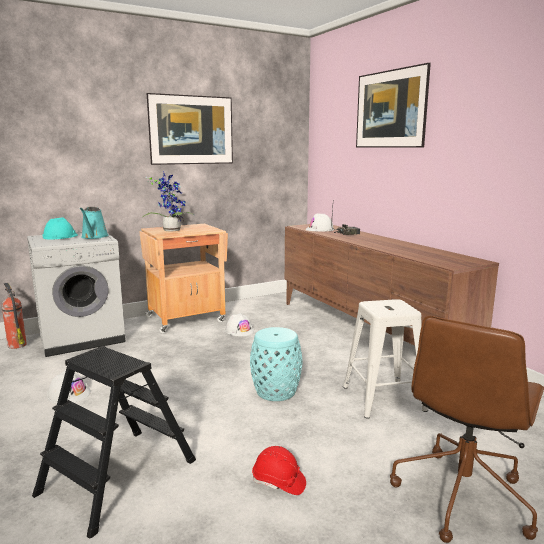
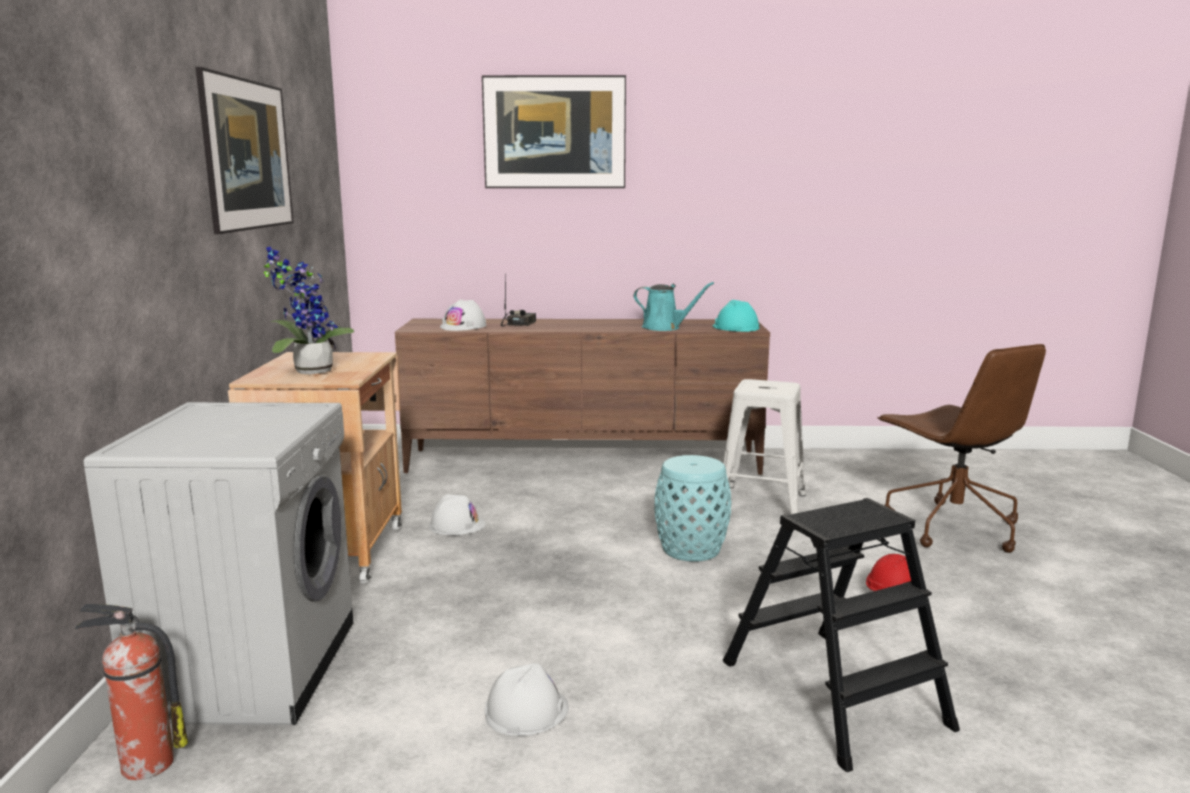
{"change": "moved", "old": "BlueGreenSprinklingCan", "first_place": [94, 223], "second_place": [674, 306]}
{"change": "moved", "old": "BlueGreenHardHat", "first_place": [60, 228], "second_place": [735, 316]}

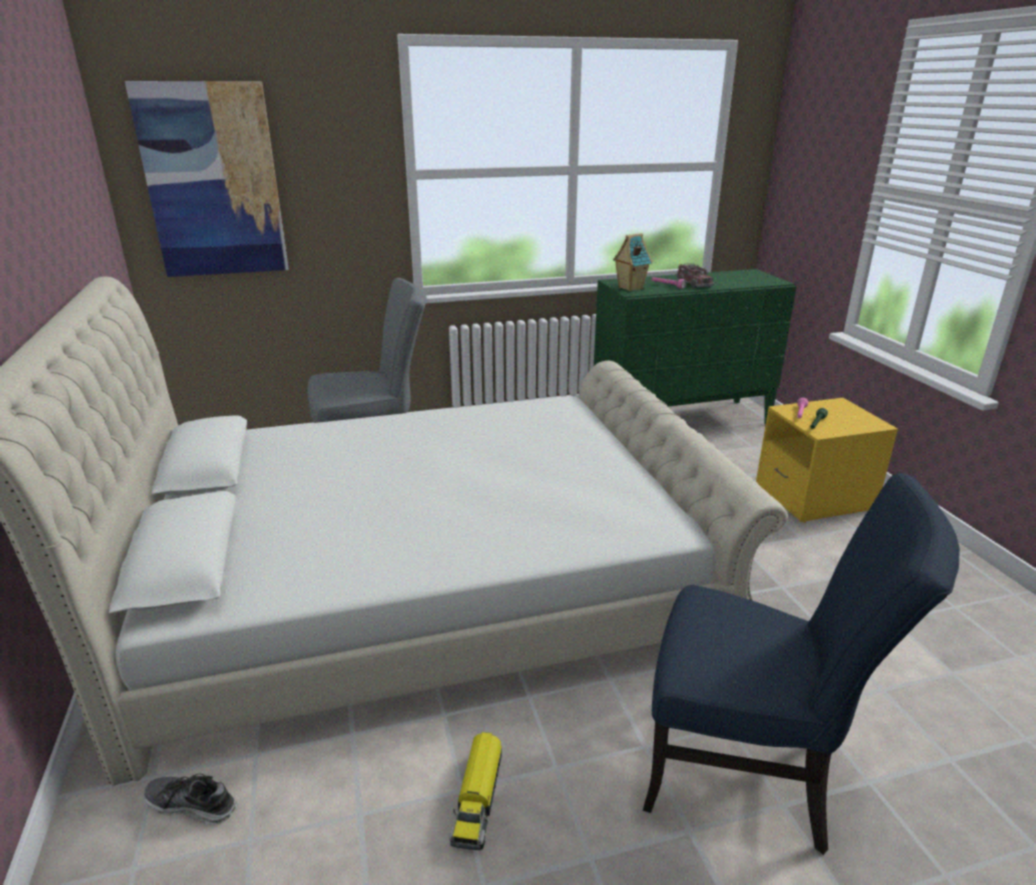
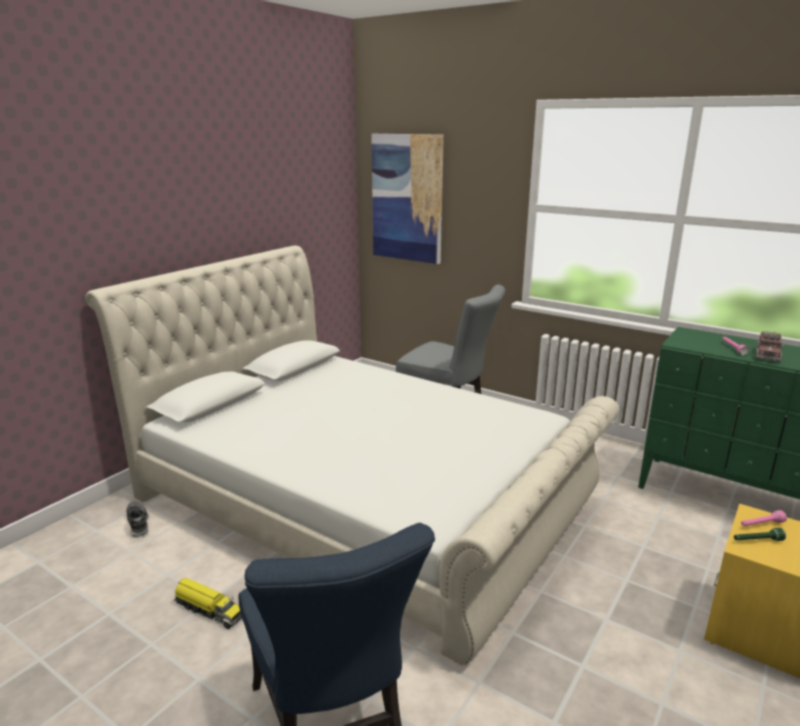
{"change": "turned", "old": "ToyTruck", "first_place": [475, 791], "second_place": [208, 603], "degrees": -120}
{"change": "removed", "old": "ToyHouse", "first_place": [633, 262]}

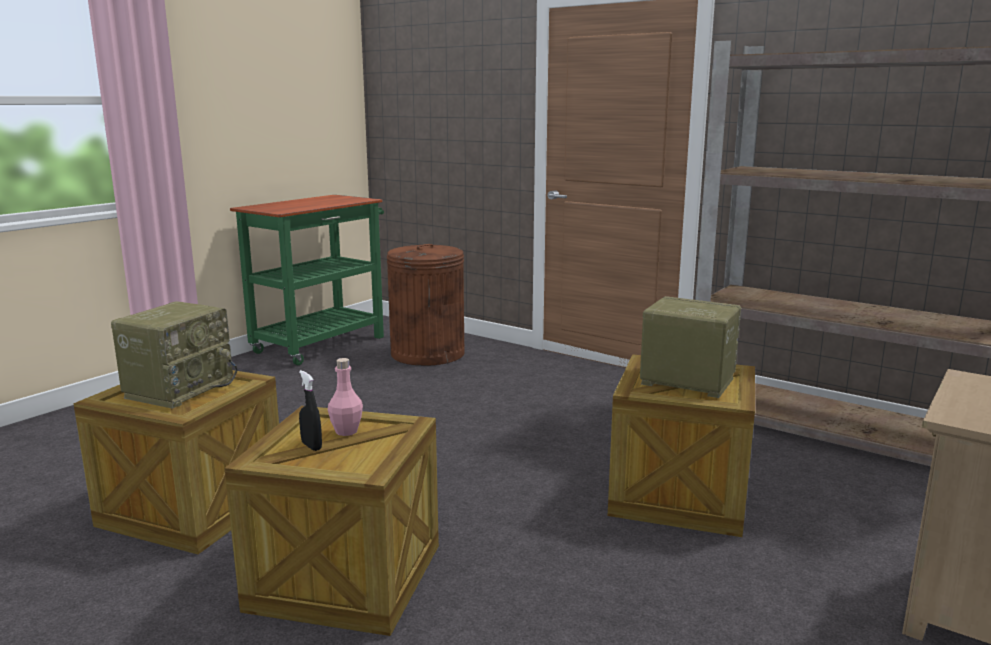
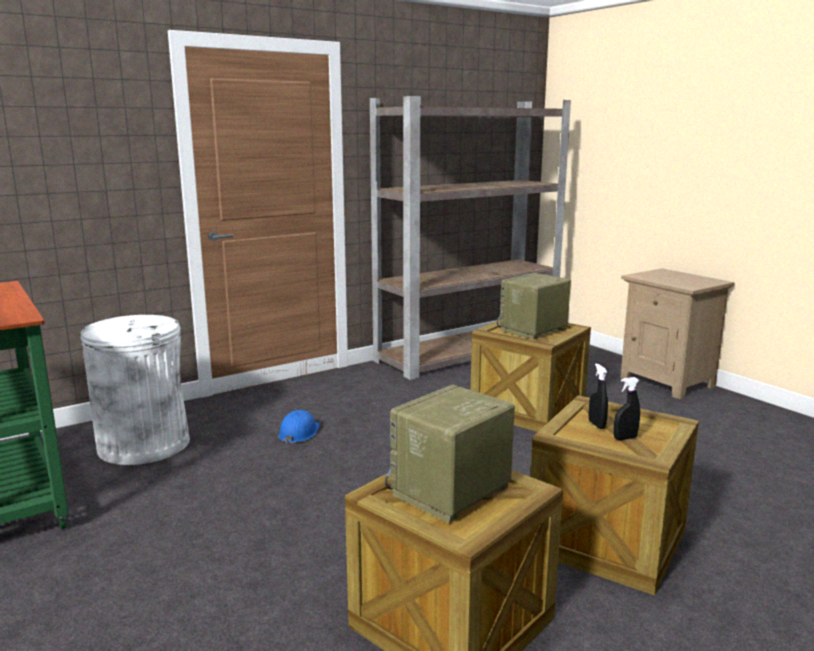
{"change": "recoloured", "old": "BrownishRubbishBin", "new": "WhitishRubbishBin", "first_place": [426, 305], "second_place": [135, 390]}
{"change": "added", "new": "BlueHardHat", "second_place": [299, 427]}
{"change": "turned", "old": "RadioReceiver", "first_place": [174, 355], "second_place": [450, 453], "degrees": -90}
{"change": "replaced", "old": "PinkDrinkBottle", "new": "BlackishSprayer", "first_place": [345, 397], "second_place": [598, 396]}

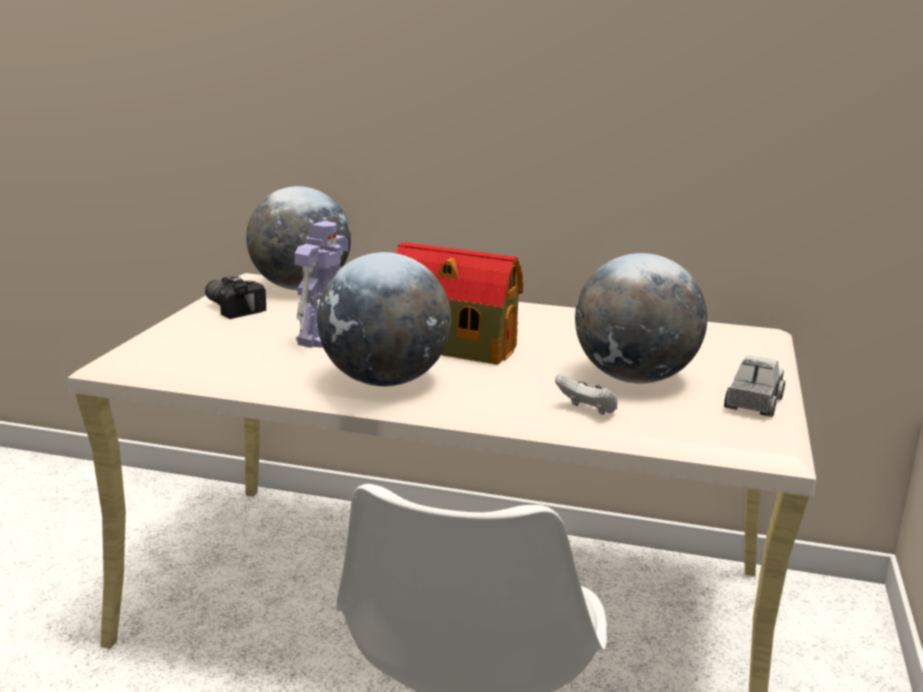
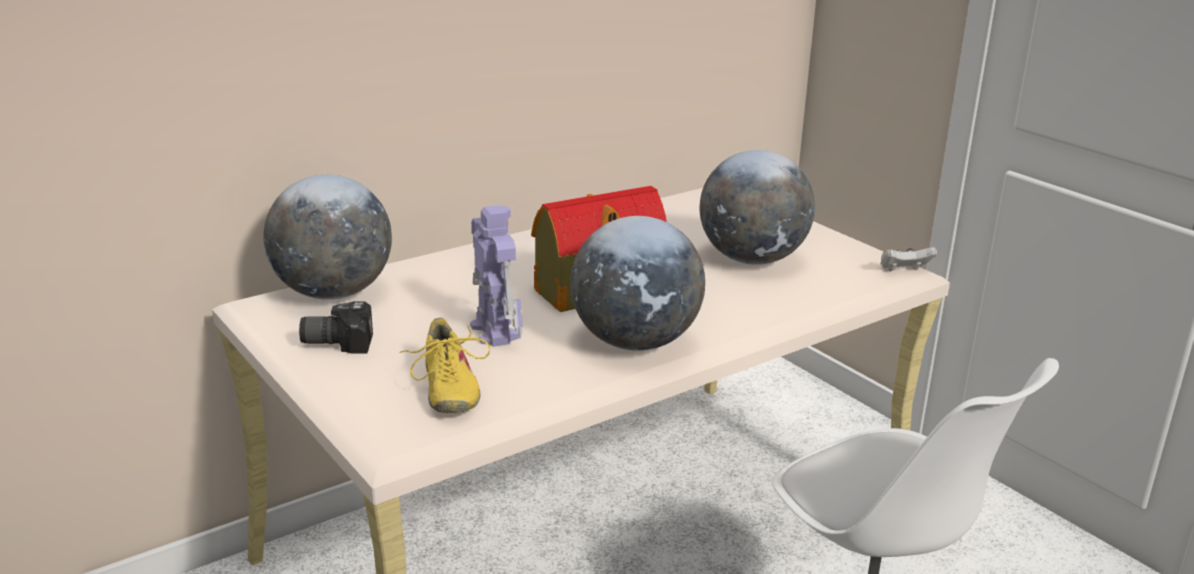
{"change": "added", "new": "YellowColouredItemOfFootwear", "second_place": [444, 365]}
{"change": "moved", "old": "WhitishJoypad", "first_place": [586, 394], "second_place": [908, 259]}
{"change": "removed", "old": "ToyTruck", "first_place": [754, 386]}

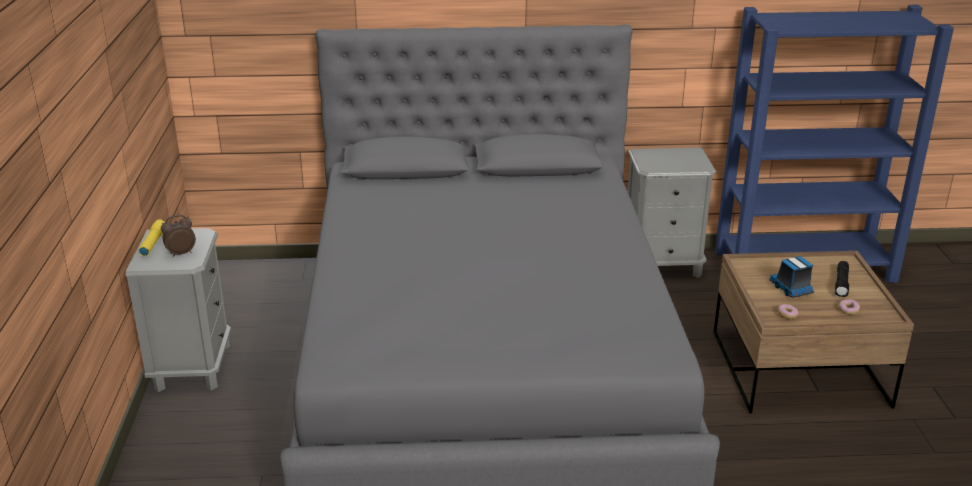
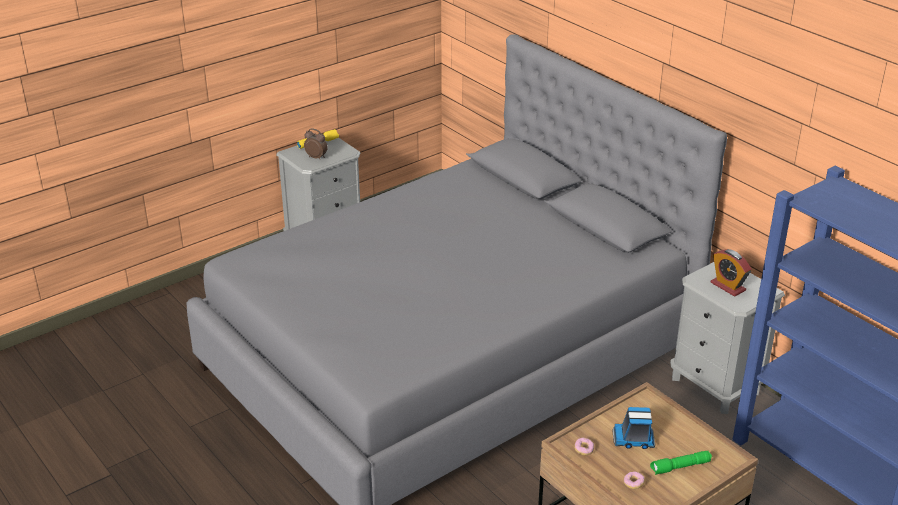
{"change": "turned", "old": "ToyTruck", "first_place": [791, 277], "second_place": [634, 428], "degrees": -120}
{"change": "recoloured", "old": "BlackishTorch", "new": "GreenTorch", "first_place": [842, 279], "second_place": [681, 463]}
{"change": "added", "new": "AlarmClock", "second_place": [731, 273]}

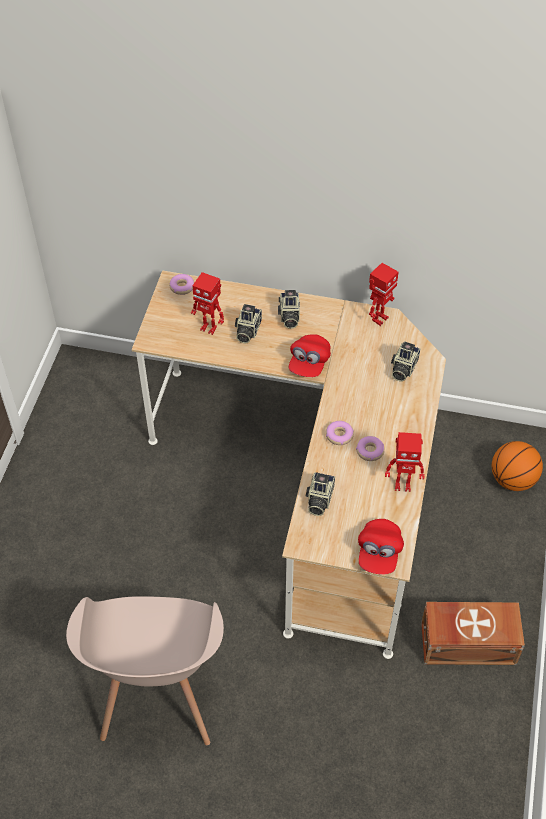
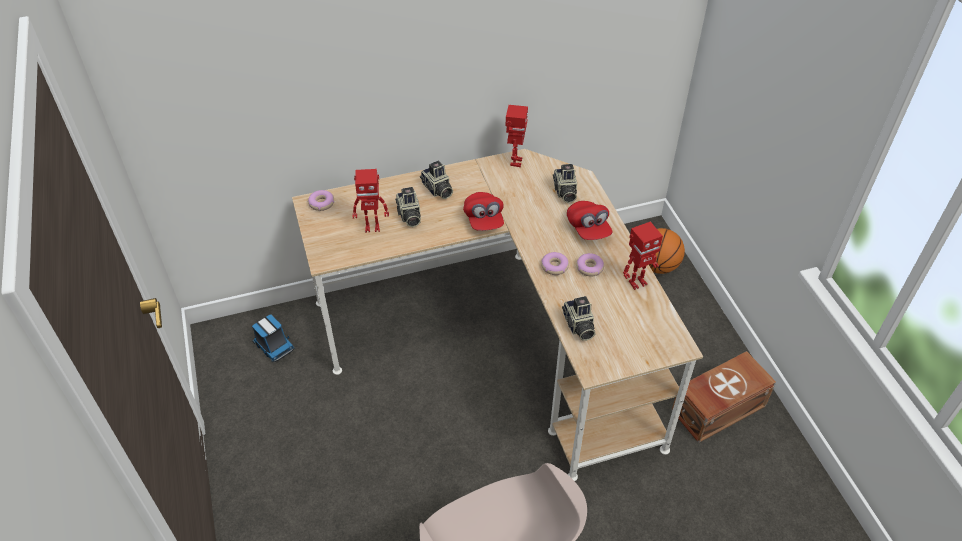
{"change": "added", "new": "ToyTruck", "second_place": [273, 338]}
{"change": "moved", "old": "RedColouredBaseballCap", "first_place": [381, 547], "second_place": [589, 220]}

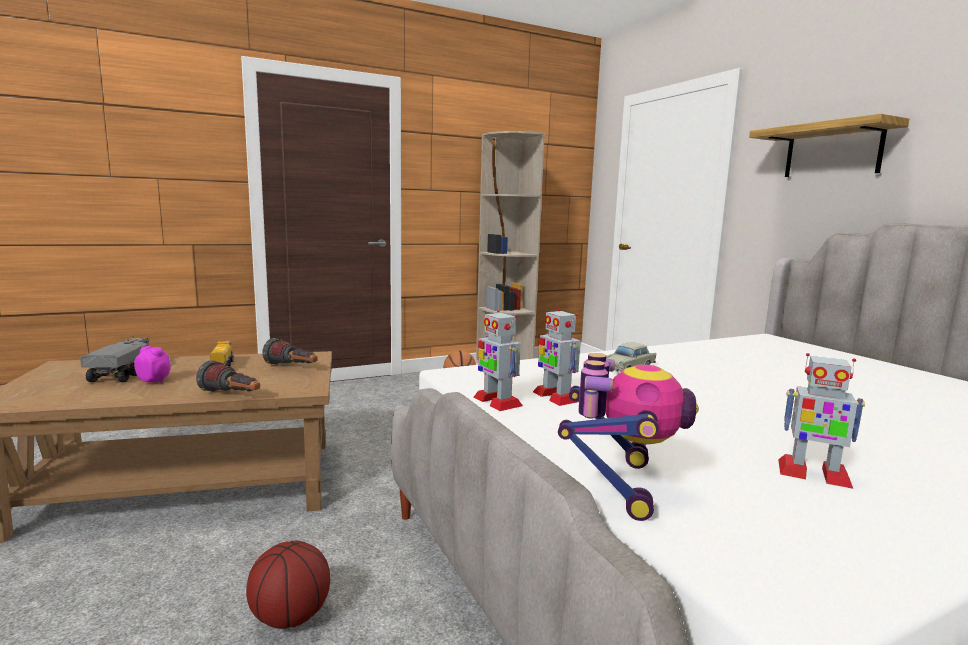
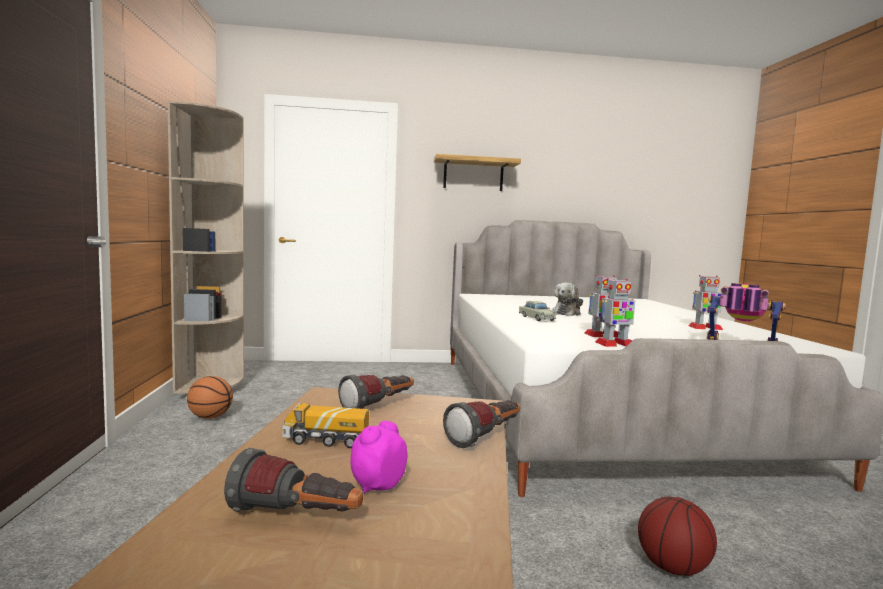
{"change": "replaced", "old": "ToyTruck", "new": "Torch", "first_place": [114, 359], "second_place": [293, 480]}
{"change": "added", "new": "PlushToy", "second_place": [567, 299]}
{"change": "turned", "old": "ToyRobot", "first_place": [821, 421], "second_place": [705, 302], "degrees": 45}

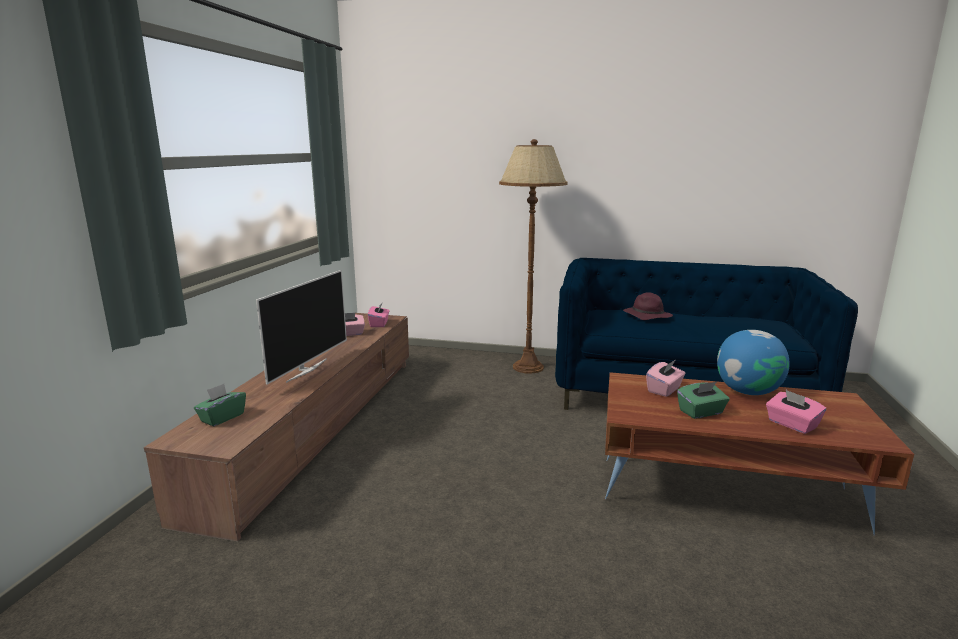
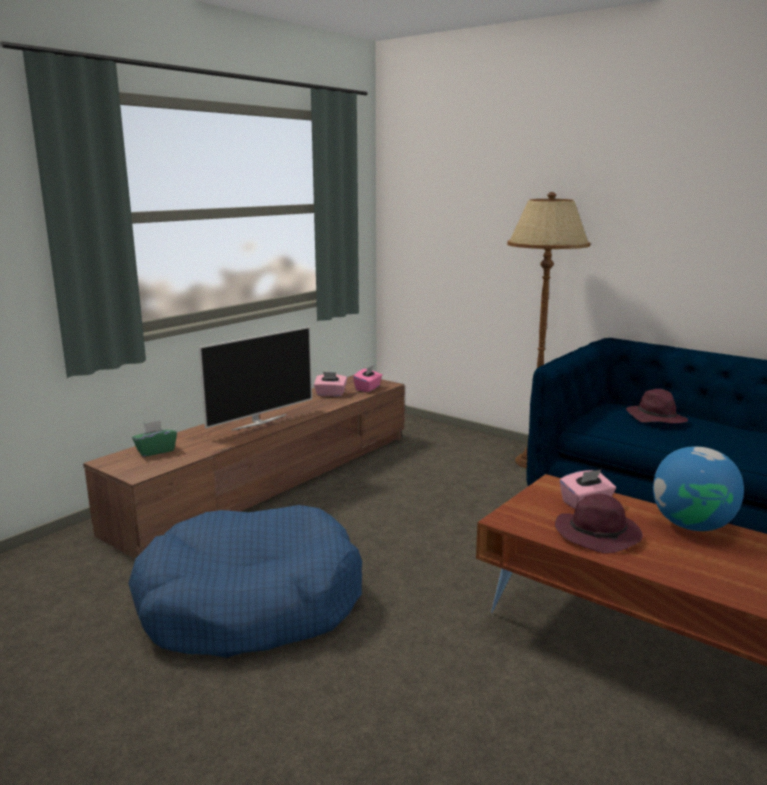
{"change": "added", "new": "BlueDogBed", "second_place": [245, 581]}
{"change": "replaced", "old": "GreenTissueBox", "new": "PurpleWearableHat", "first_place": [703, 400], "second_place": [599, 523]}
{"change": "removed", "old": "PinkTissueBox", "first_place": [796, 412]}

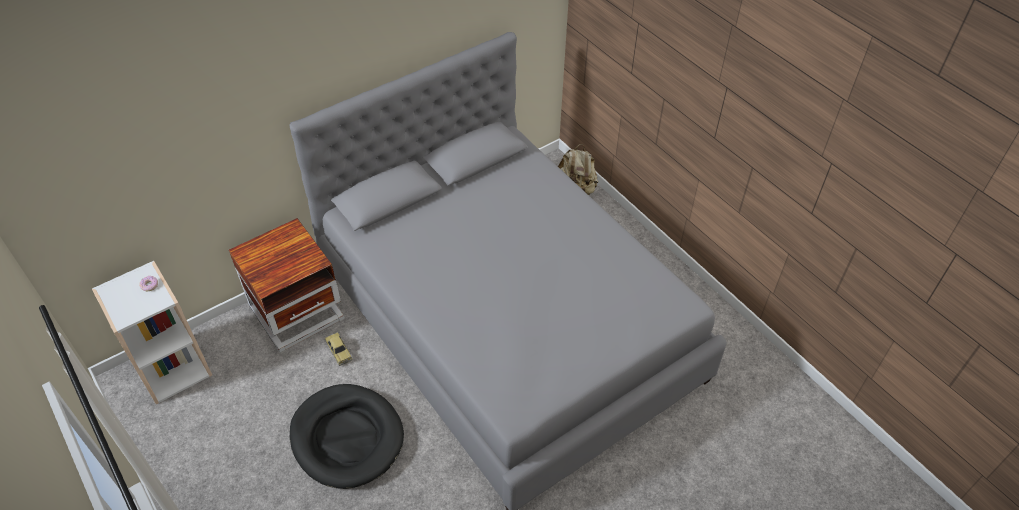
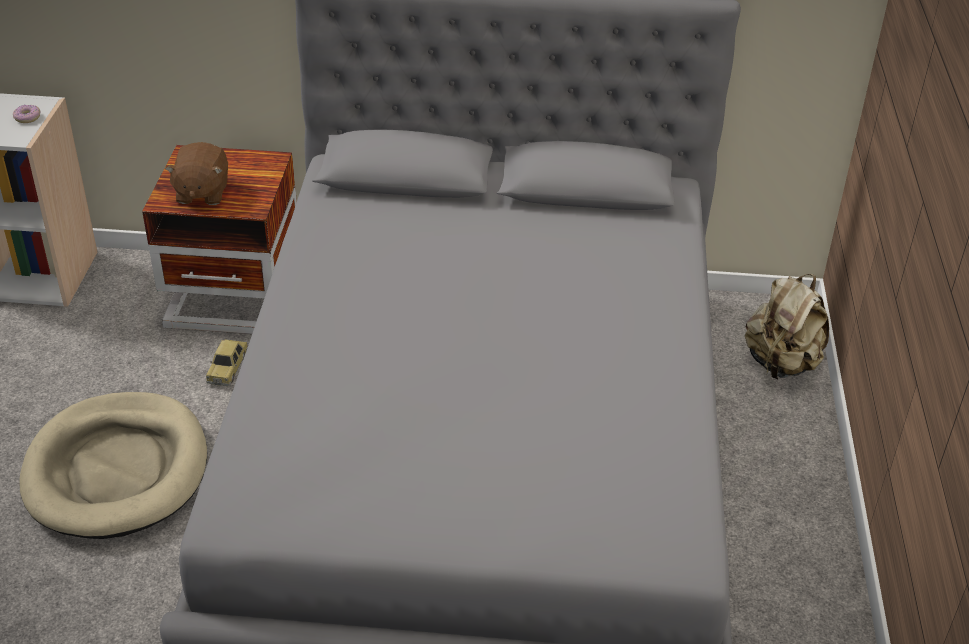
{"change": "recoloured", "old": "BlackishDogBed", "new": "BeigeDogBed", "first_place": [347, 436], "second_place": [113, 465]}
{"change": "added", "new": "BrownishPlushToy", "second_place": [196, 173]}

